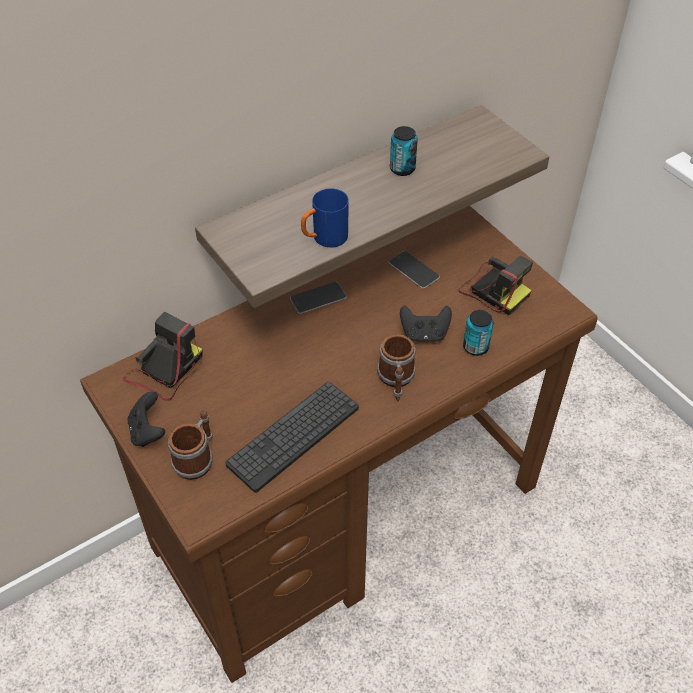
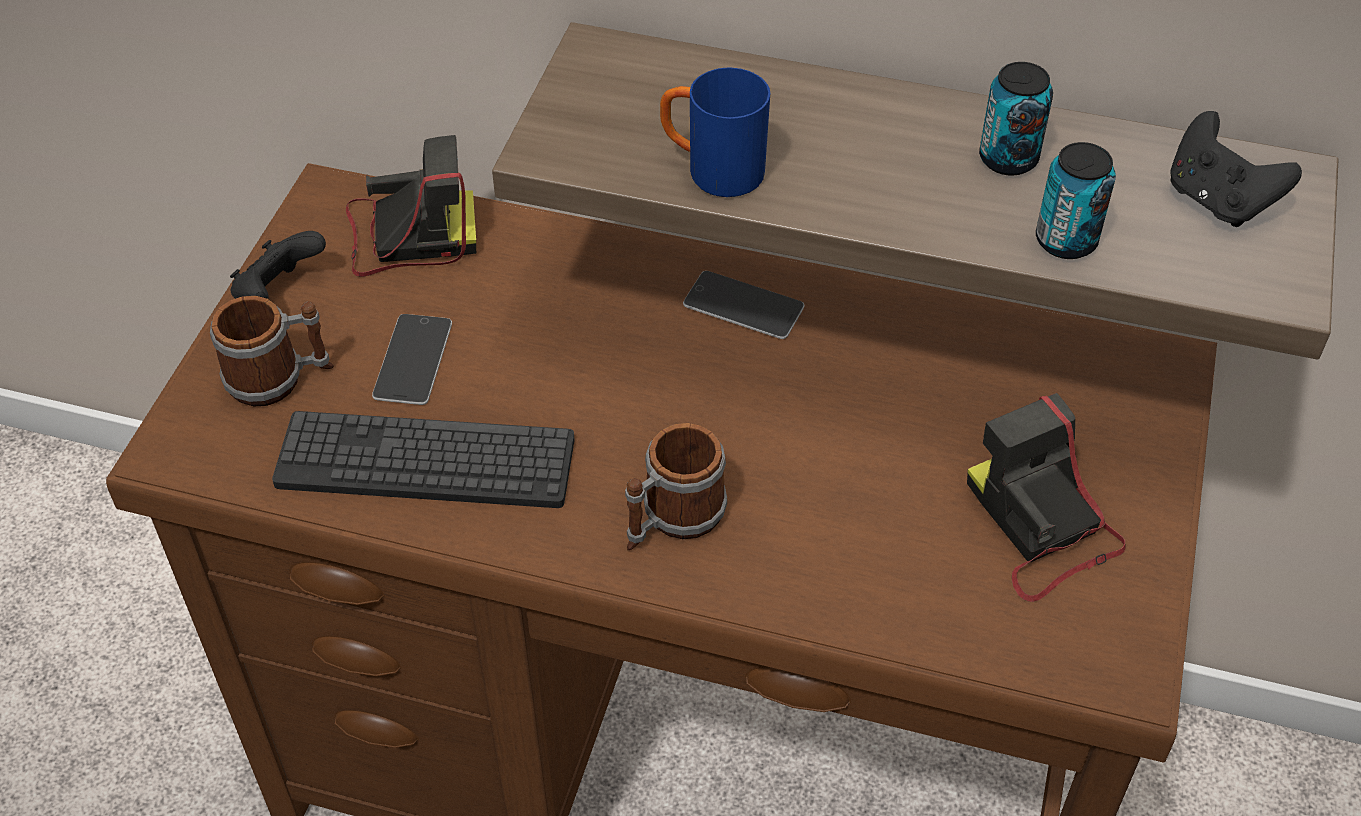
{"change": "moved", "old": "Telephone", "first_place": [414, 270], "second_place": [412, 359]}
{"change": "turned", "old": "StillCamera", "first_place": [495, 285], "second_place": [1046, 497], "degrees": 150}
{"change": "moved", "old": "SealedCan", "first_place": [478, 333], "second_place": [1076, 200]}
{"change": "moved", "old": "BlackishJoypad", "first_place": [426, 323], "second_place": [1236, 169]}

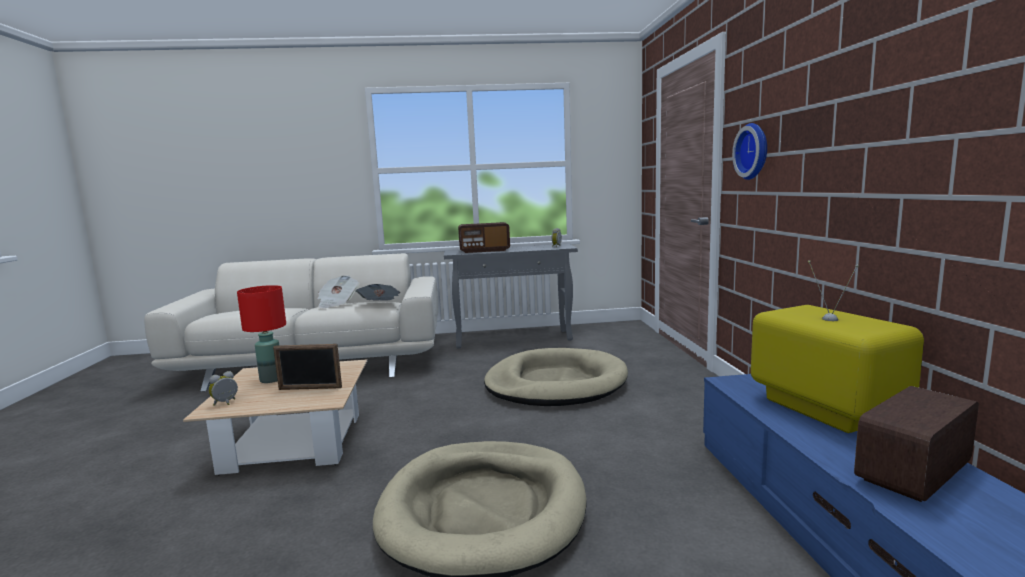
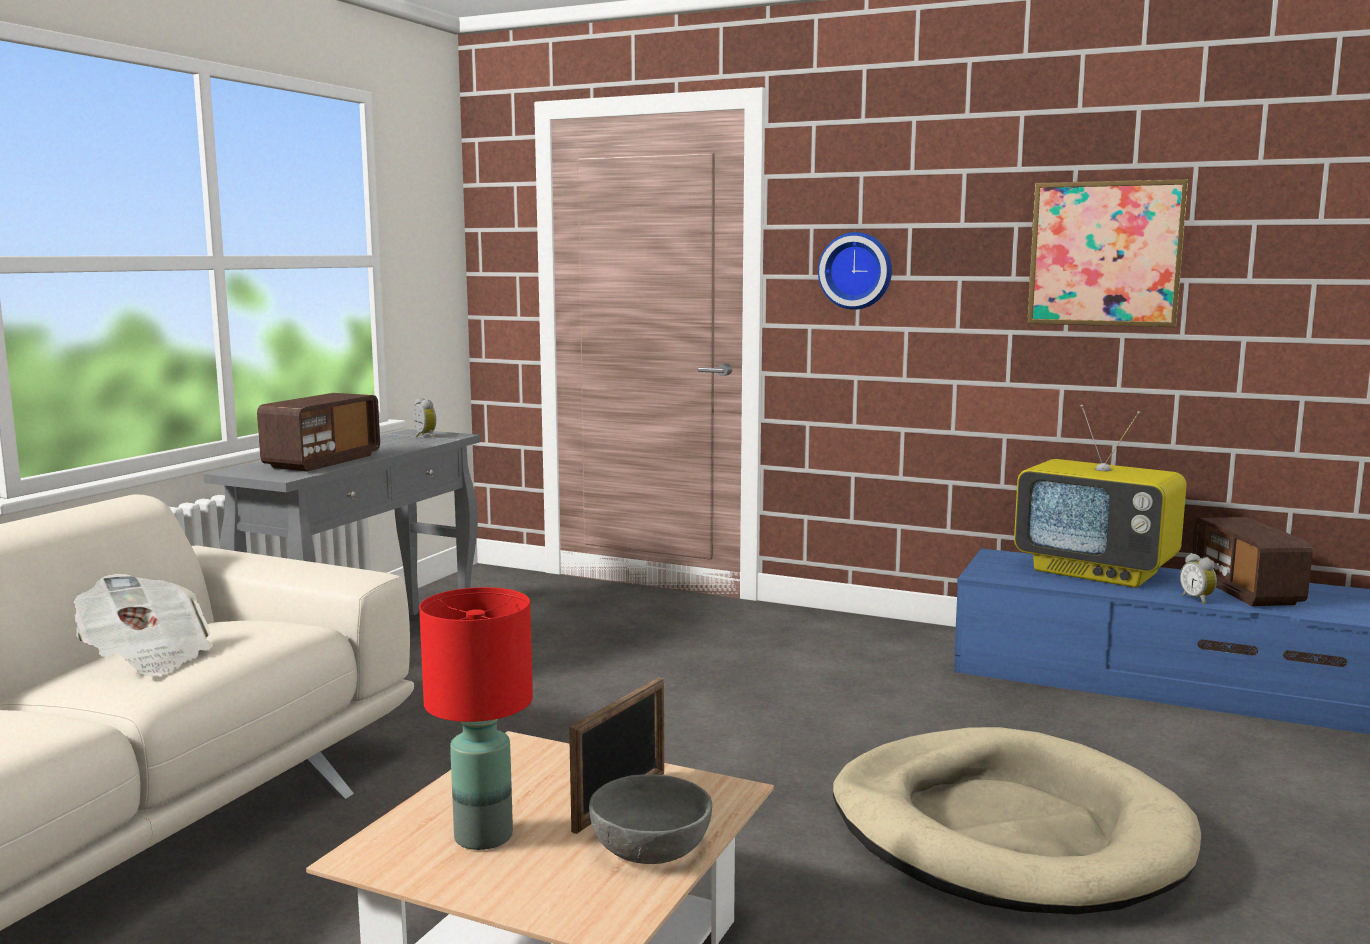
{"change": "added", "new": "GreyBowl", "second_place": [650, 819]}
{"change": "turned", "old": "TvSet", "first_place": [837, 346], "second_place": [1100, 496], "degrees": -150}
{"change": "added", "new": "Picture", "second_place": [1107, 253]}
{"change": "moved", "old": "AlarmClock", "first_place": [223, 388], "second_place": [1198, 578]}
{"change": "removed", "old": "PrintedPaper", "first_place": [377, 292]}
{"change": "removed", "old": "BeigeDogBed", "first_place": [556, 377]}

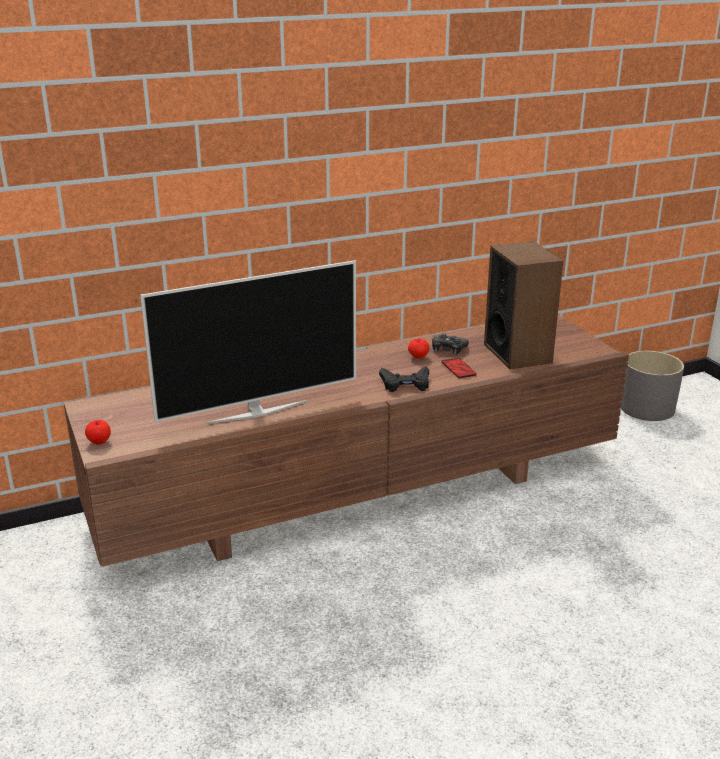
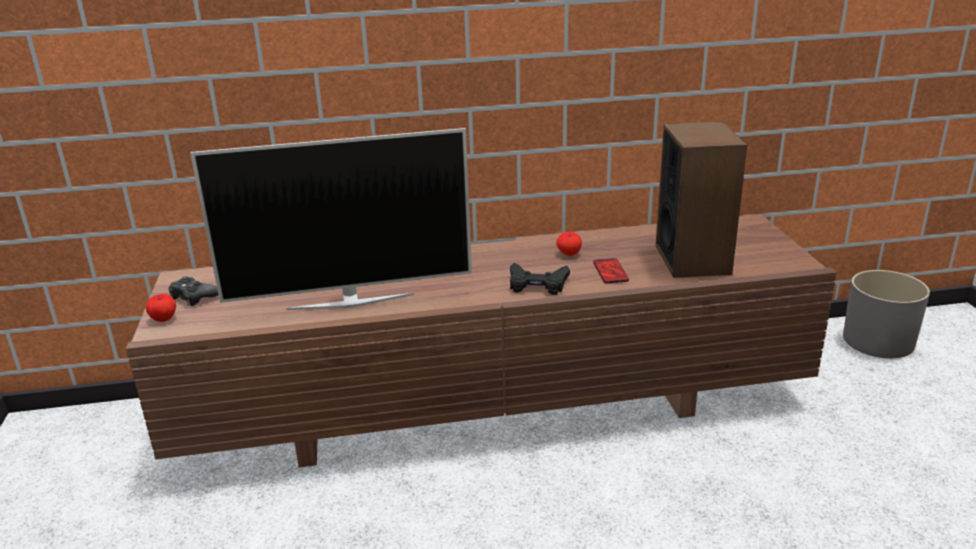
{"change": "moved", "old": "BlackishJoypad", "first_place": [450, 344], "second_place": [193, 291]}

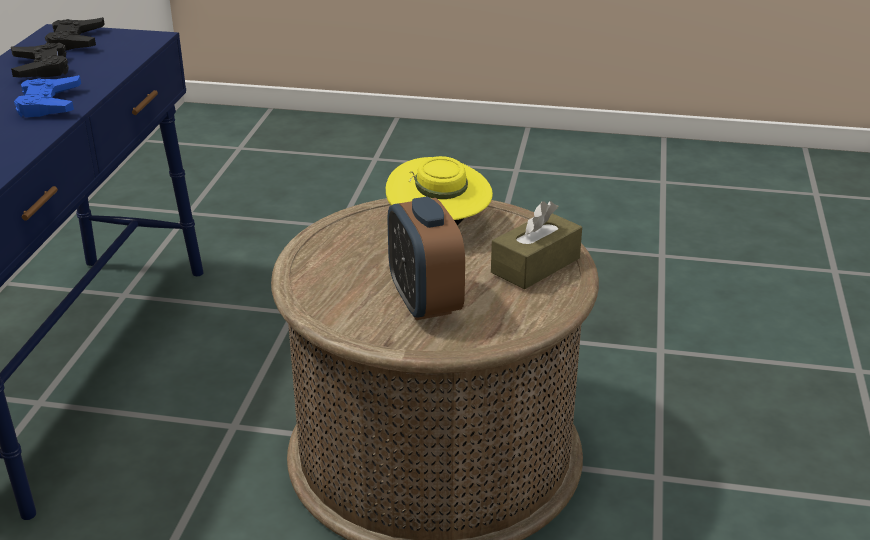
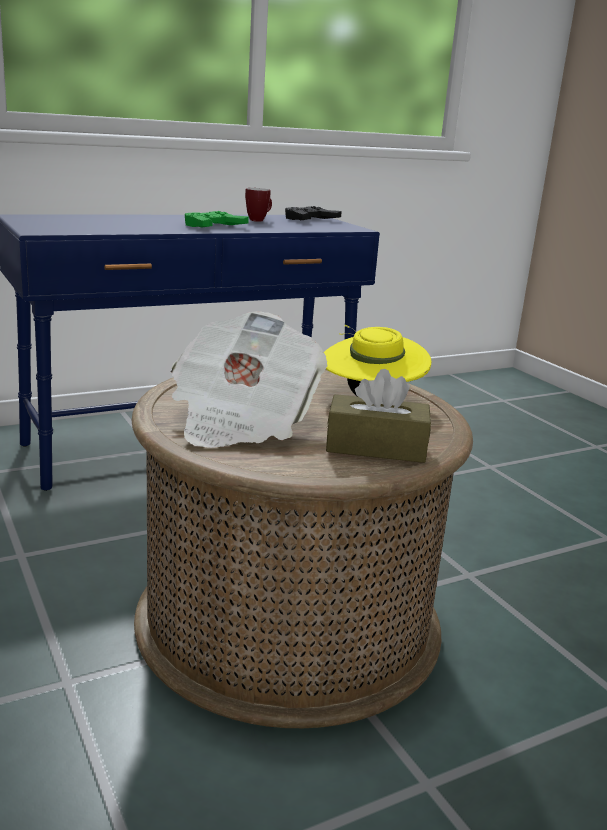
{"change": "replaced", "old": "AlarmClock", "new": "PrintedPaper", "first_place": [426, 258], "second_place": [249, 379]}
{"change": "recoloured", "old": "BlueJoypad", "new": "GreenJoypad", "first_place": [47, 96], "second_place": [217, 219]}
{"change": "replaced", "old": "BlackishJoypad", "new": "TeaMug", "first_place": [40, 60], "second_place": [258, 205]}

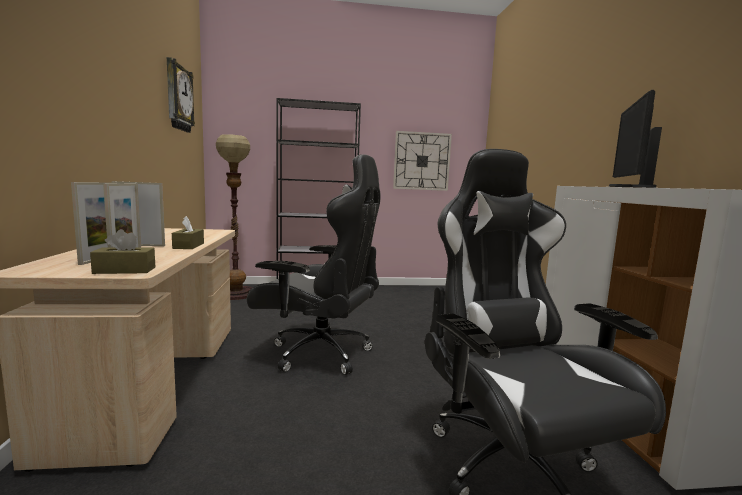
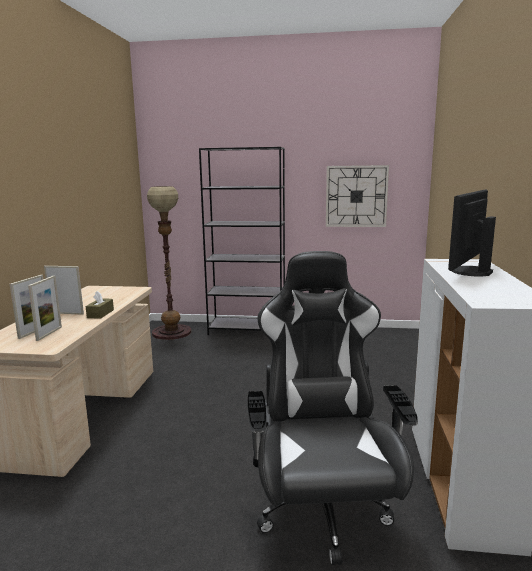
{"change": "removed", "old": "BrownishTissueBox", "first_place": [122, 251]}
{"change": "removed", "old": "HangingClock", "first_place": [181, 95]}
{"change": "removed", "old": "BlackishComputerChair", "first_place": [314, 264]}

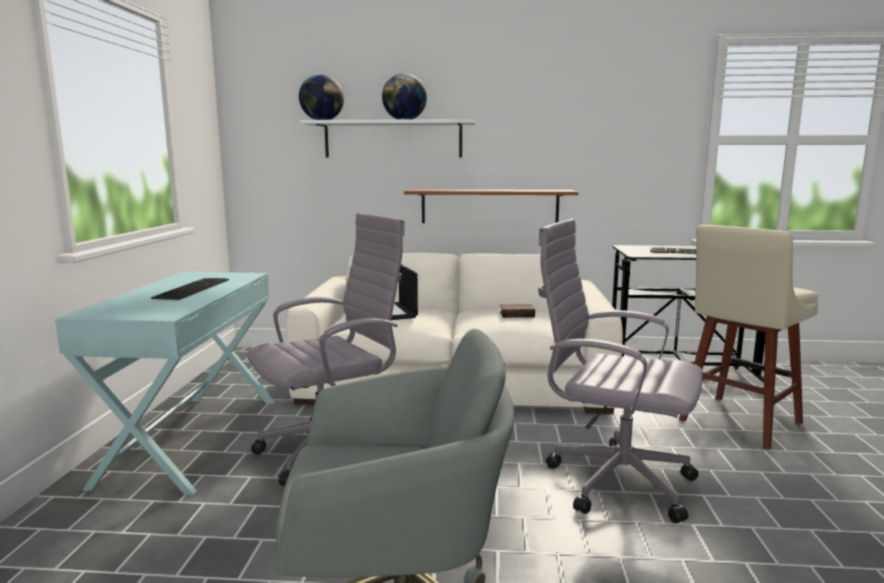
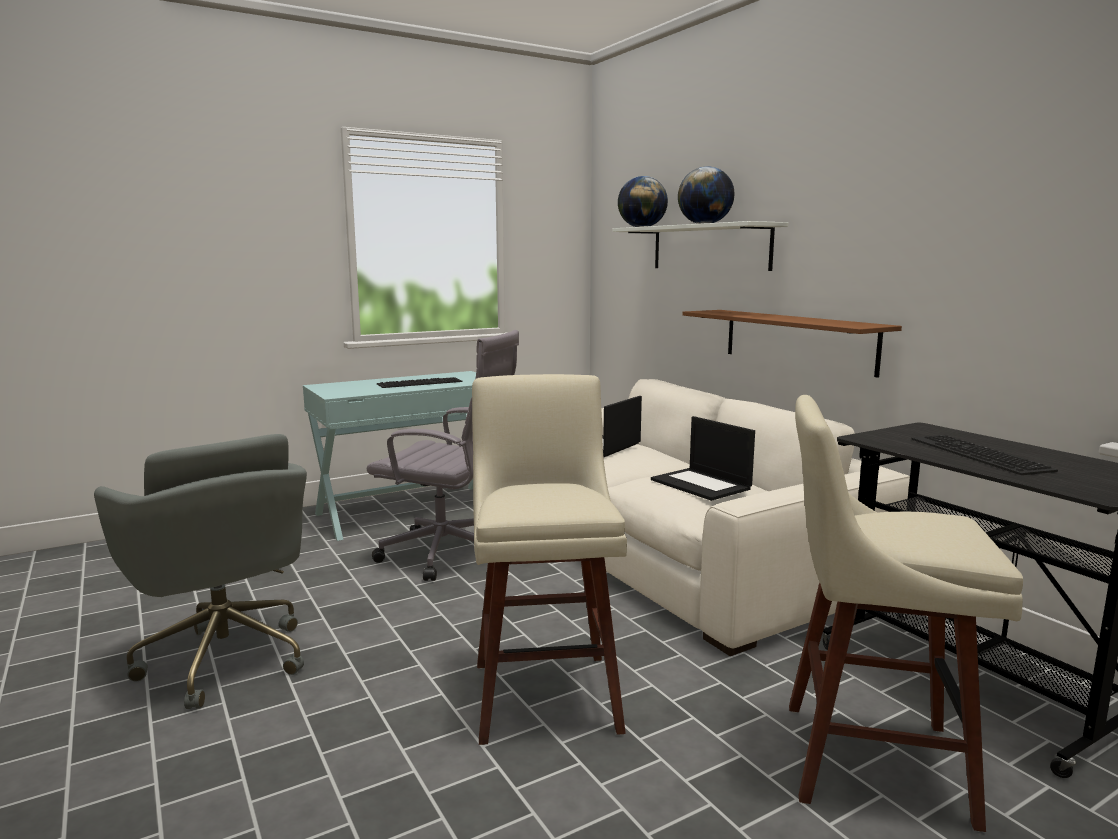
{"change": "replaced", "old": "GreyComputerChair", "new": "BeigeSittingStool", "first_place": [620, 371], "second_place": [549, 559]}
{"change": "replaced", "old": "Volume", "new": "Laptop", "first_place": [517, 311], "second_place": [703, 458]}

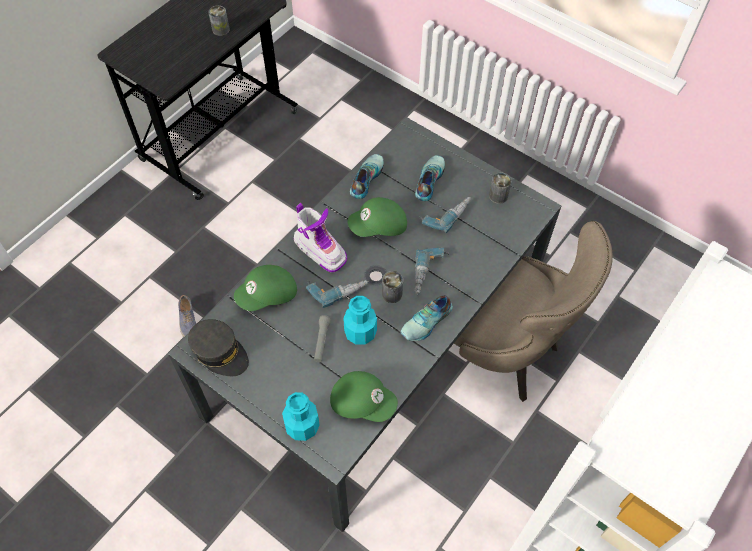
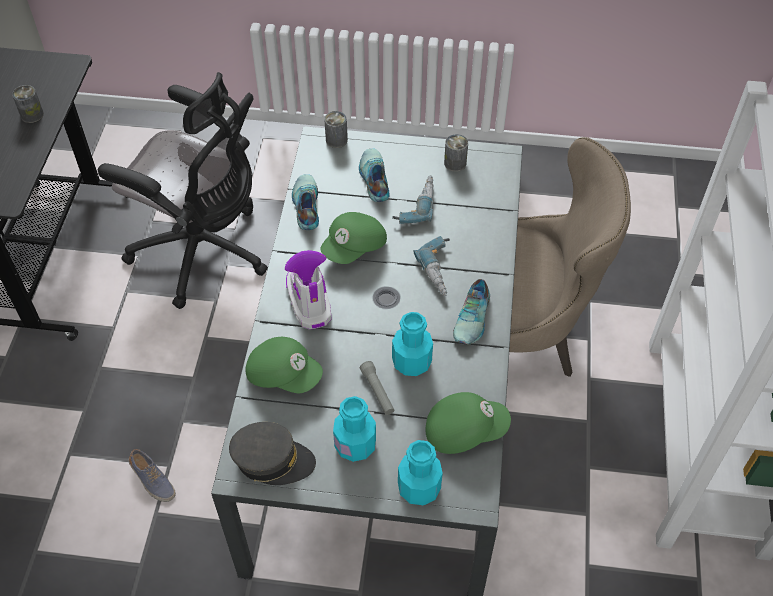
{"change": "added", "new": "ComputerChair", "second_place": [183, 190]}
{"change": "turned", "old": "GreenBaseballCap", "first_place": [265, 288], "second_place": [284, 365], "degrees": -90}
{"change": "turned", "old": "Boot", "first_place": [320, 238], "second_place": [308, 290], "degrees": -120}
{"change": "moved", "old": "SealedCan", "first_place": [392, 287], "second_place": [336, 129]}
{"change": "added", "new": "BlueGreenDrinkBottle", "second_place": [354, 429]}
{"change": "removed", "old": "ElectricDrill", "first_place": [337, 294]}

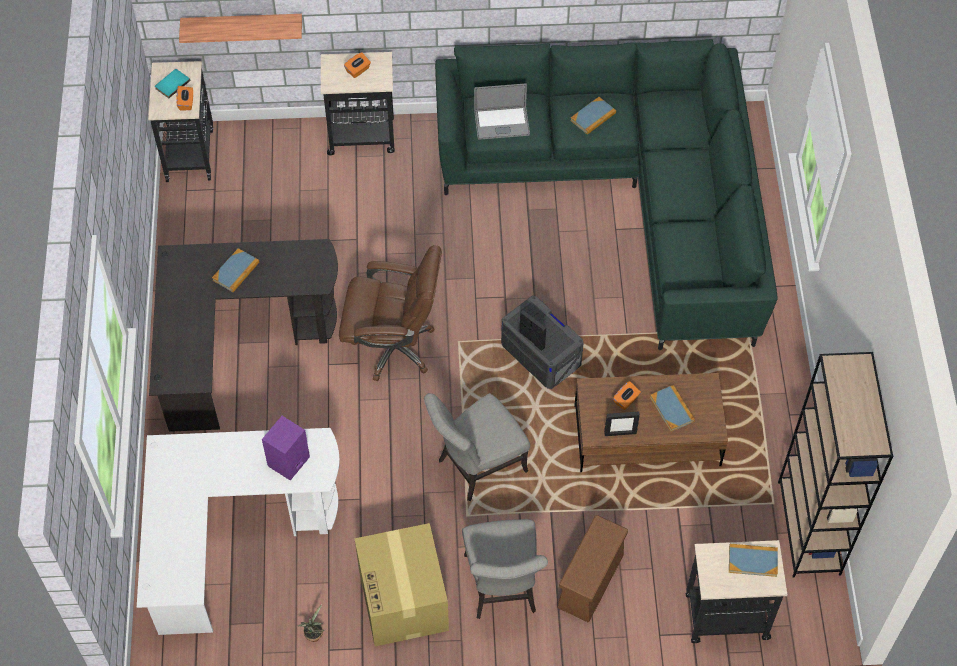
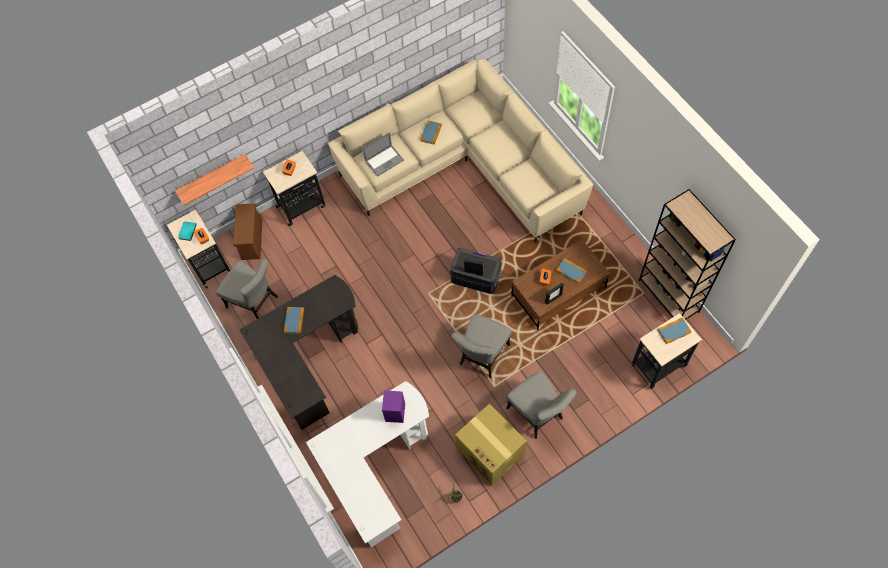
{"change": "added", "new": "GreyPlainChair", "second_place": [247, 289]}
{"change": "moved", "old": "BrownishStorageBin", "first_place": [592, 568], "second_place": [247, 231]}
{"change": "recoloured", "old": "GreenCouch", "new": "BeigeCouch", "first_place": [606, 194], "second_place": [460, 151]}
{"change": "removed", "old": "BrownishComputerChair", "first_place": [390, 313]}

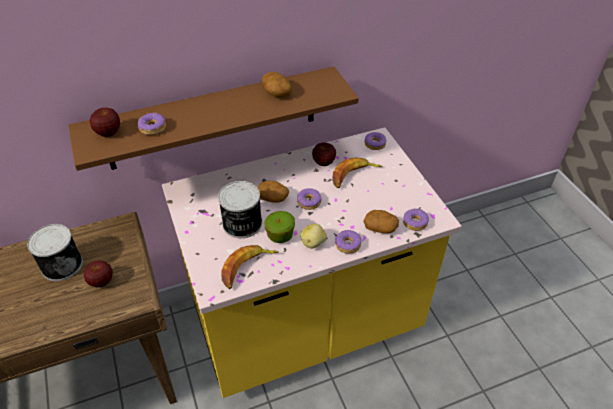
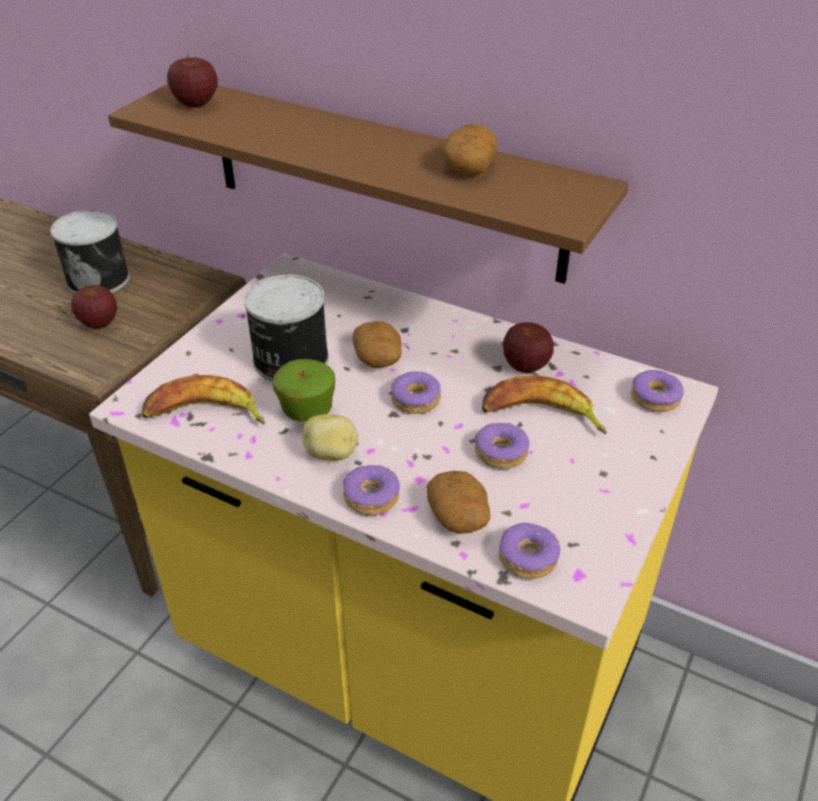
{"change": "moved", "old": "Doughnut", "first_place": [152, 123], "second_place": [502, 445]}

